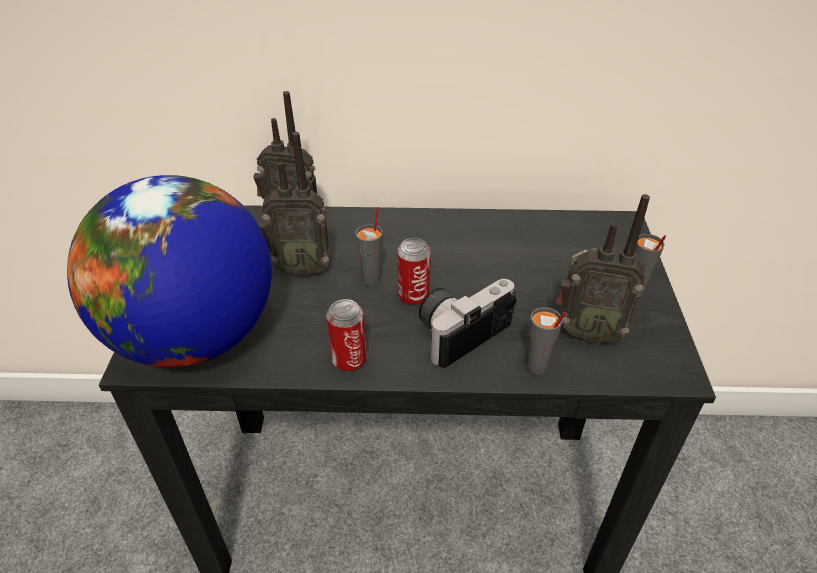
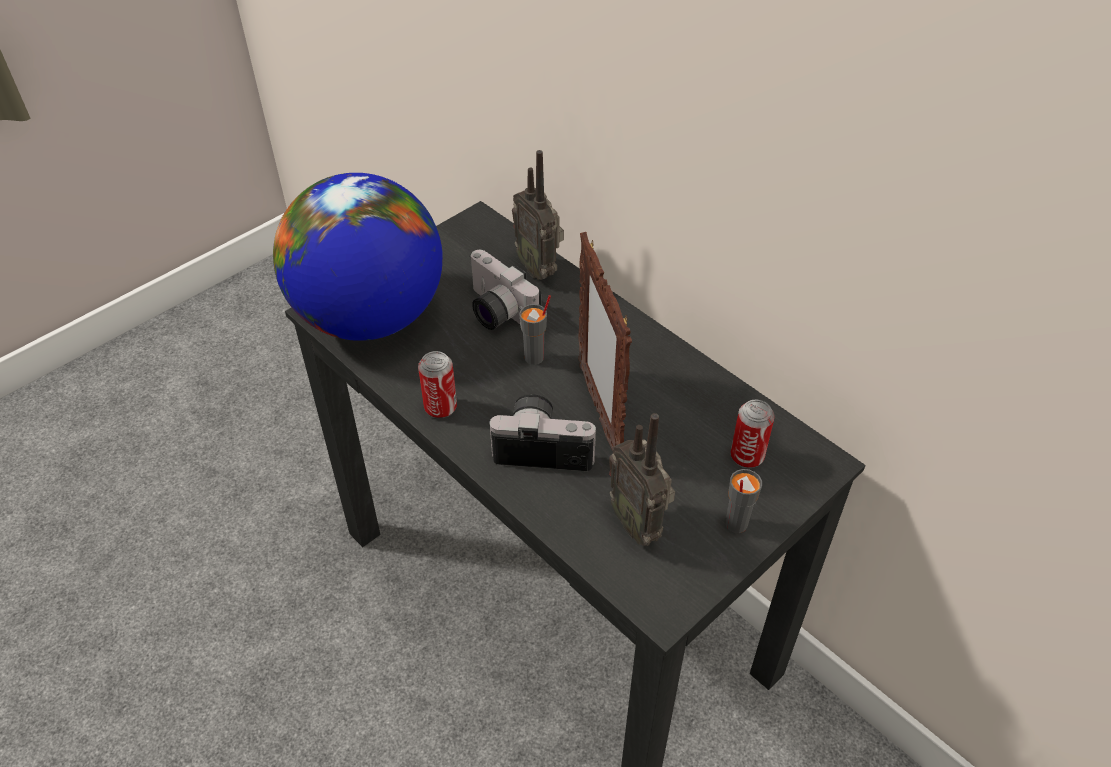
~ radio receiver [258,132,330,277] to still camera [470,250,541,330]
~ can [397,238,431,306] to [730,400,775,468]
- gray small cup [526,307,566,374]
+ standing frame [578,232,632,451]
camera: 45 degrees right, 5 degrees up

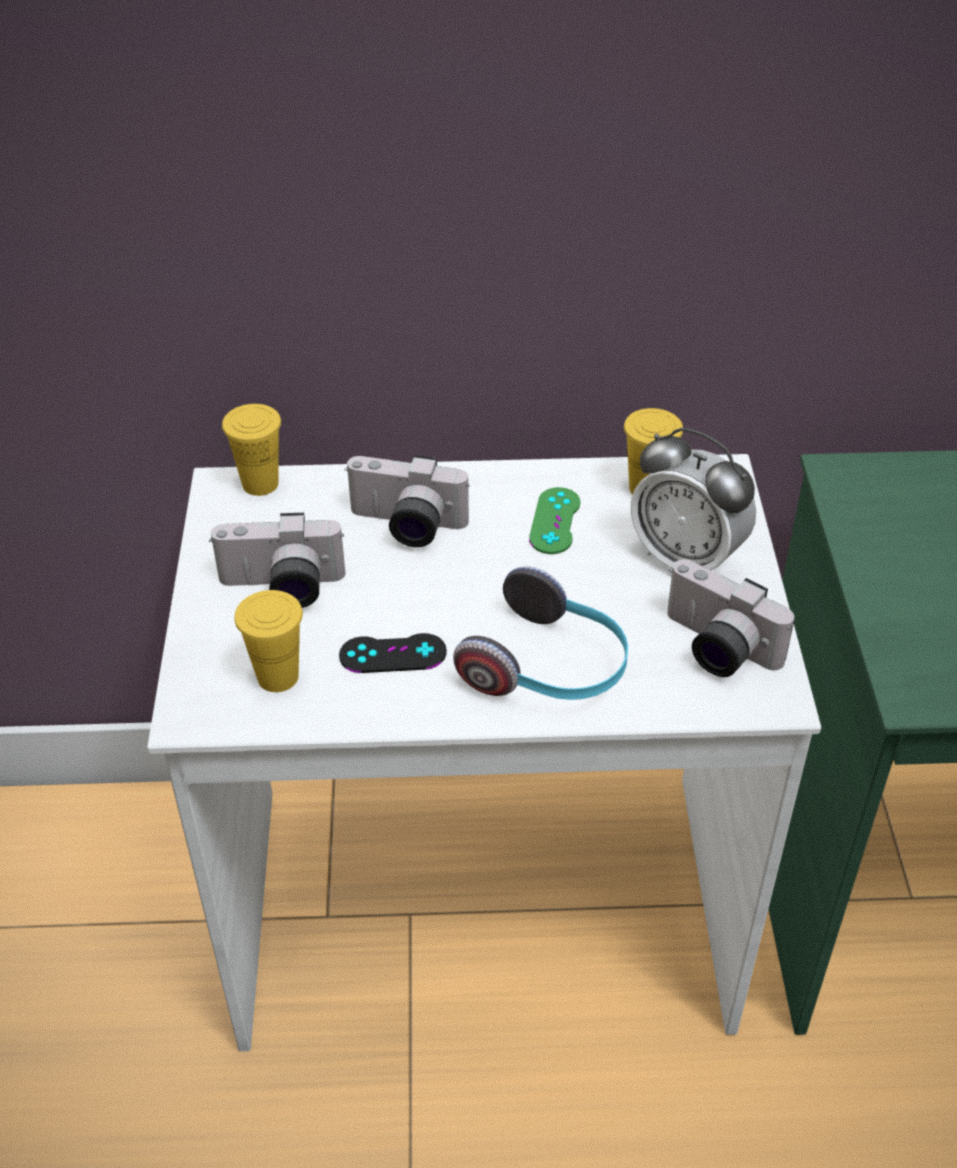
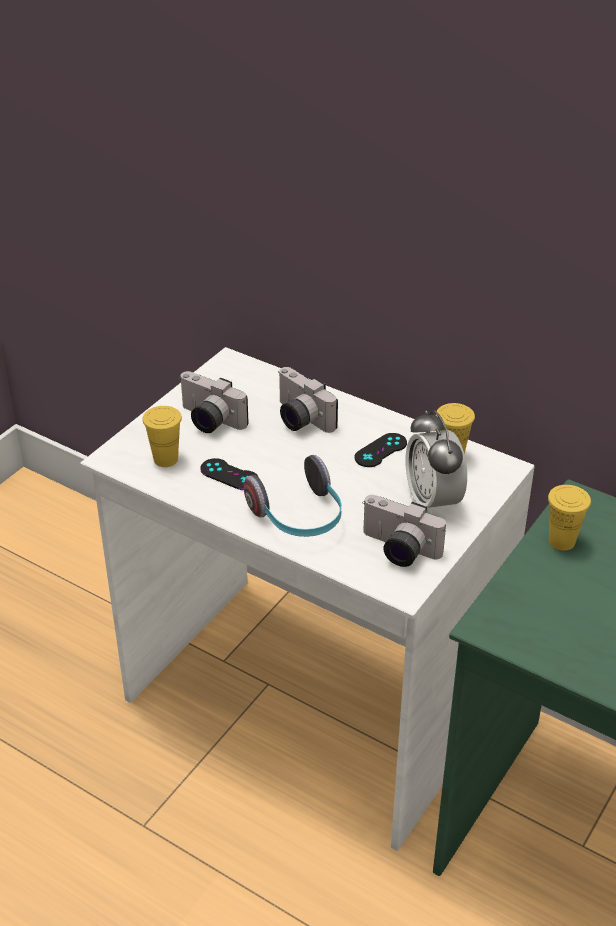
~ yellow-coloured small cup [222,404,281,496] to [548,485,591,551]
~ greenish joypad [529,487,580,554] to black-coloured joypad [354,433,407,467]
~ still camera [667,559,795,677] = [362,495,446,567] 45 degrees counterclockwise
camera: 35 degrees right, 5 degrees down

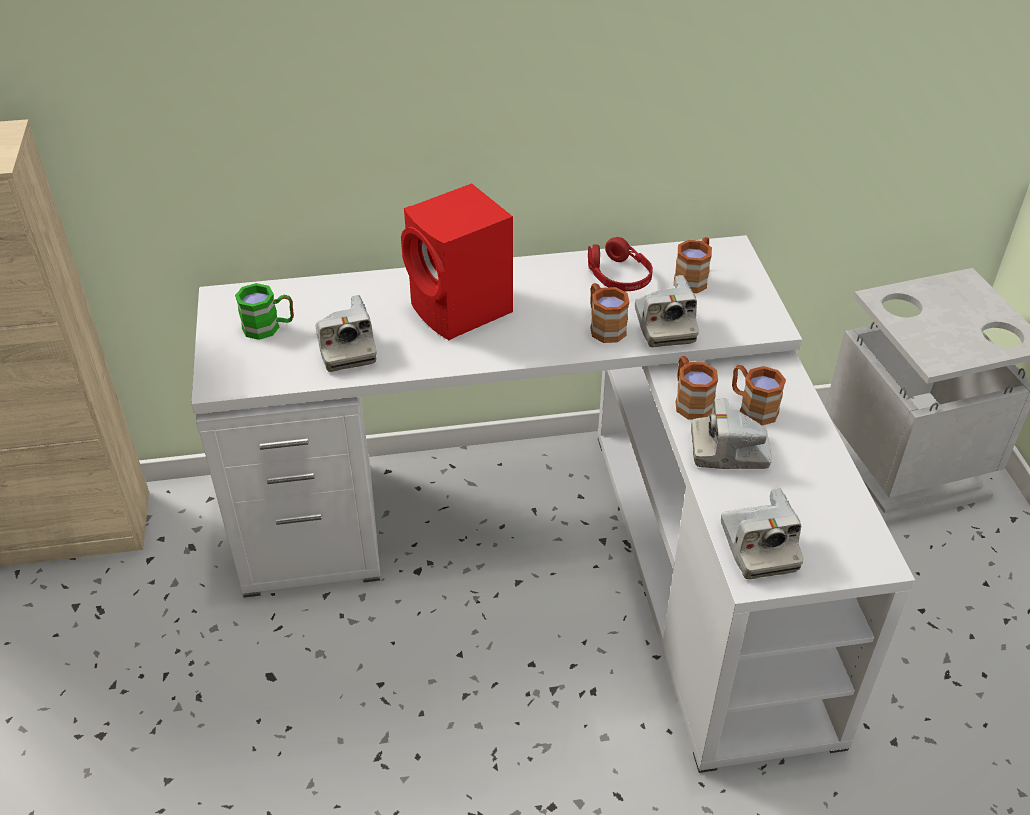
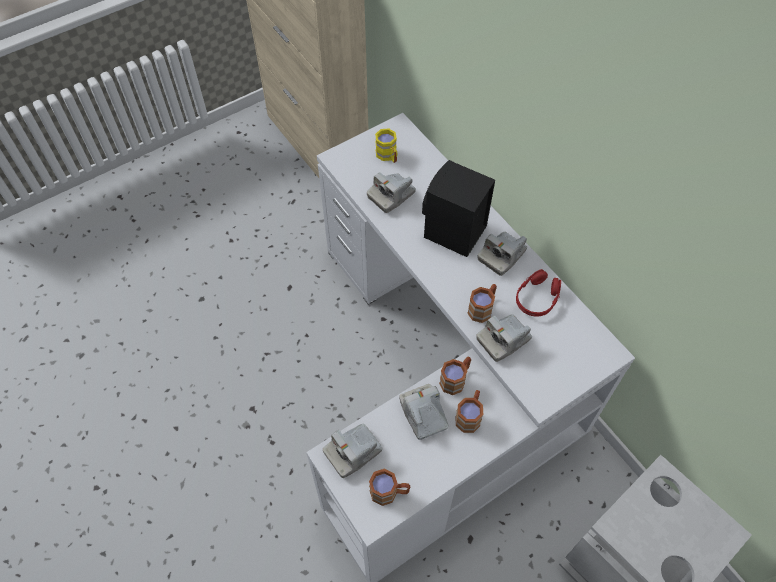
~ greenish tea mug [235,283,294,340] to yellow-coloured tea mug [375,128,397,163]
~ reddish speaker [401,183,513,340] to black-coloured speaker [422,160,495,257]
~ brown tea mug [674,237,712,293] to [369,468,410,506]
+ still camera [478,231,527,276]
camera: 65 degrees right, 15 degrees up

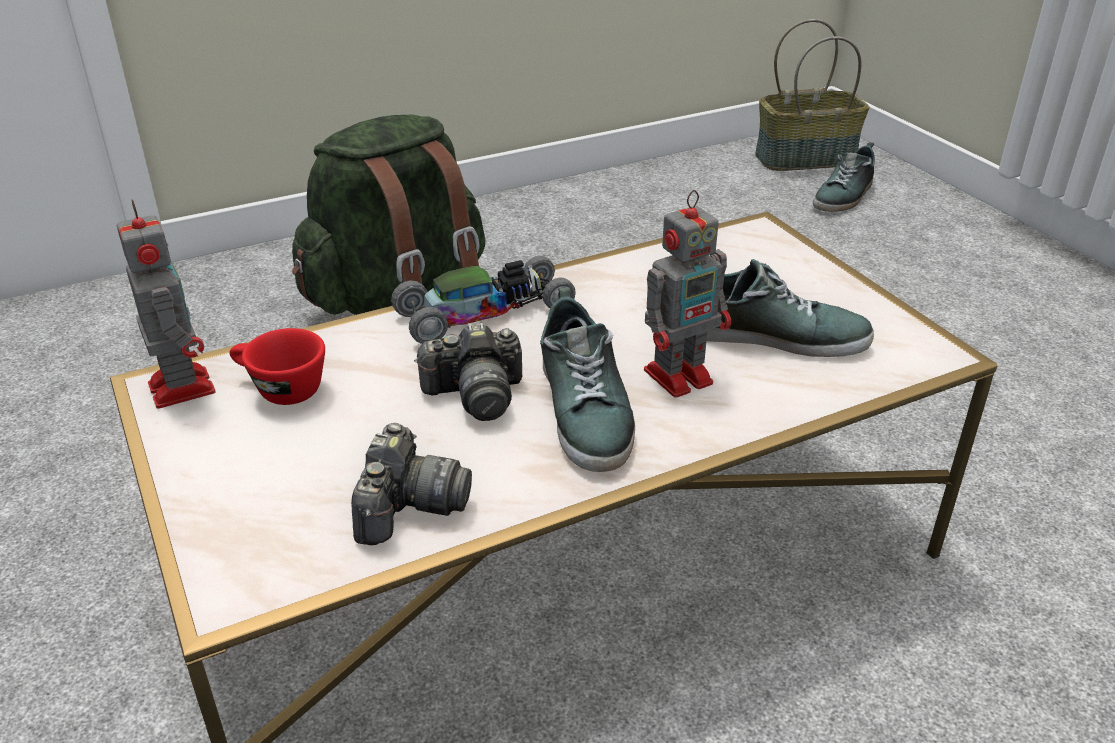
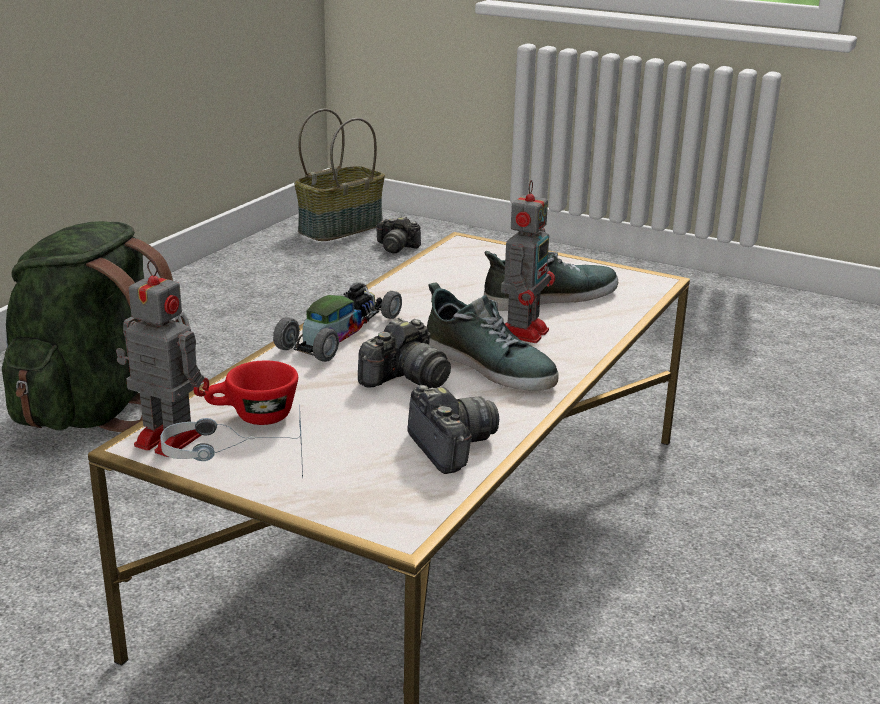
~ item of footwear [813,142,875,212] to still camera [376,216,421,253]
+ headset [160,405,303,478]
camera: 35 degrees left, 10 degrees down

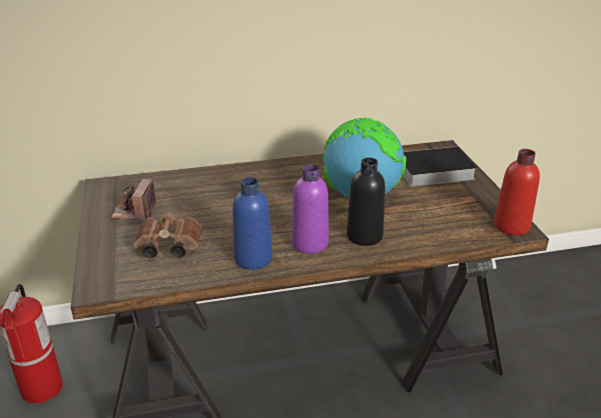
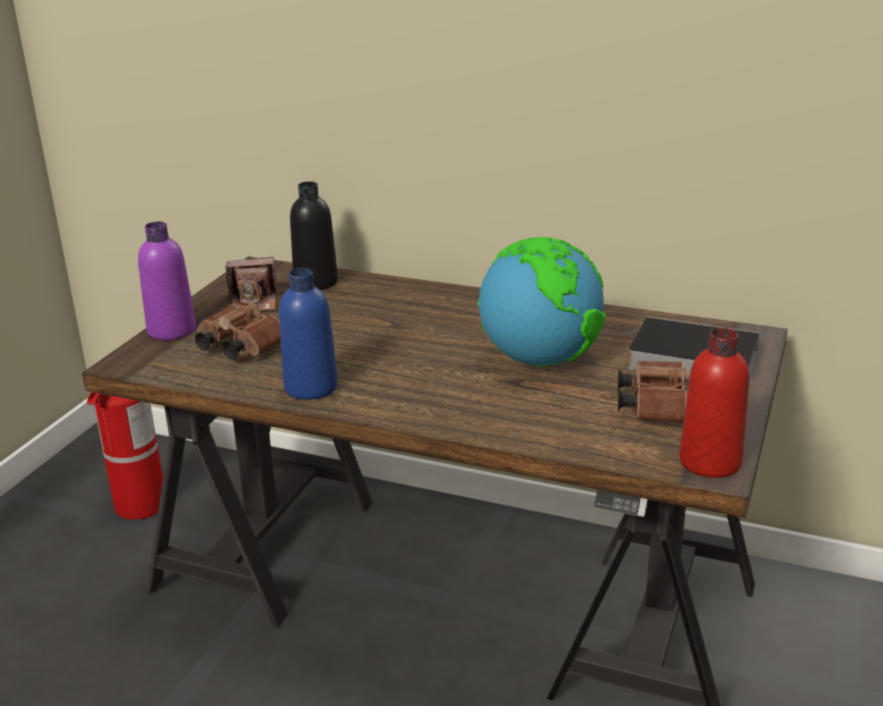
~ still camera [111,179,156,220] = [225,257,278,311] 135 degrees counterclockwise
~ purplish beverage bottle [292,164,329,254] to [138,222,196,340]
~ black-coloured beverage bottle [347,158,385,246] to [290,181,338,290]
+ brown binoculars [618,361,690,423]
camera: 35 degrees right, 5 degrees down

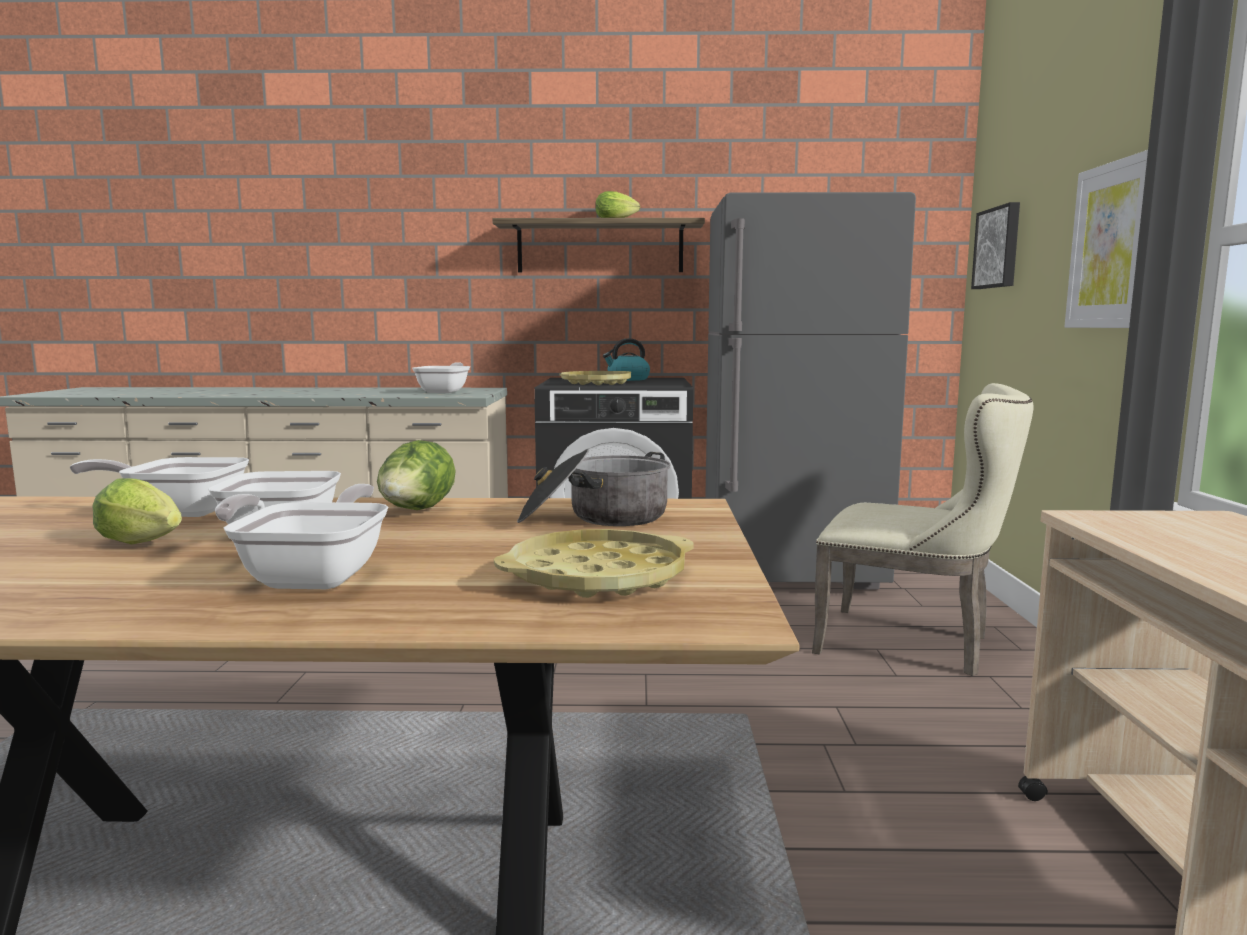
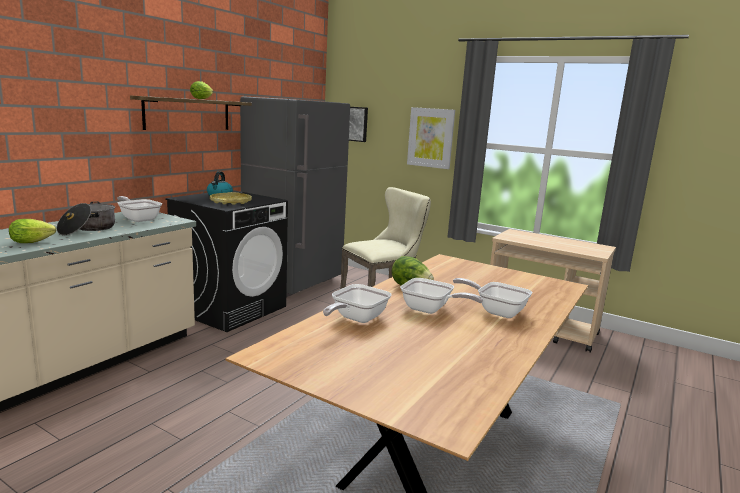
~ head of lettuce [92,478,182,544] to [9,219,56,243]
- yellow-coloured carrying tray [494,529,693,598]
~ stockpot [517,449,671,526] to [57,202,115,235]
camera: 60 degrees left, 5 degrees up

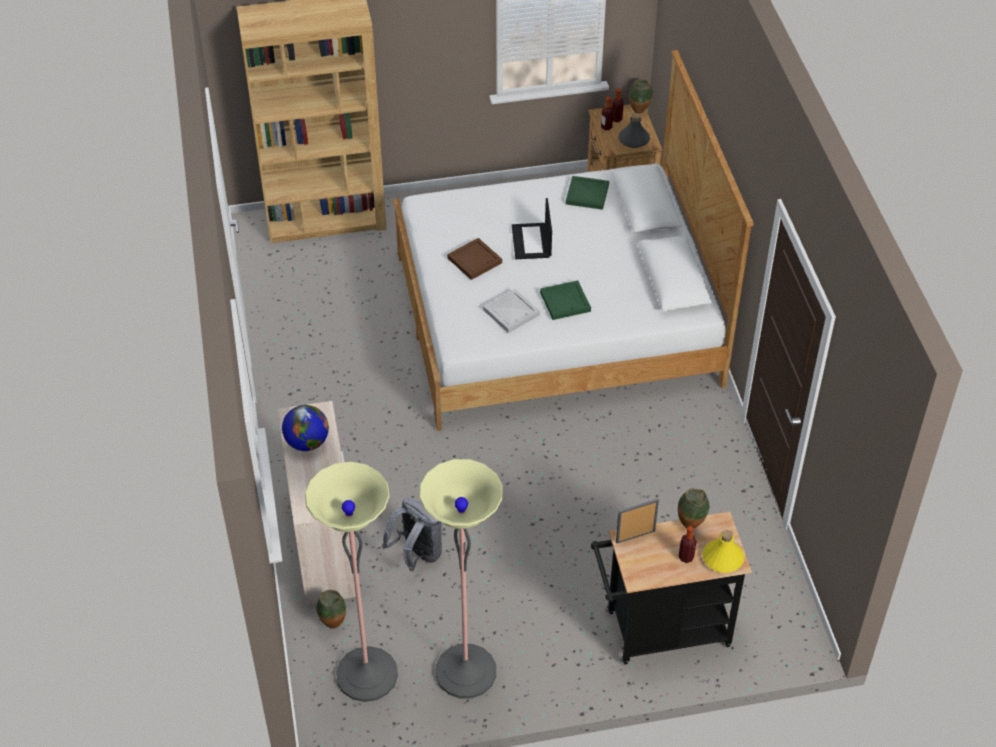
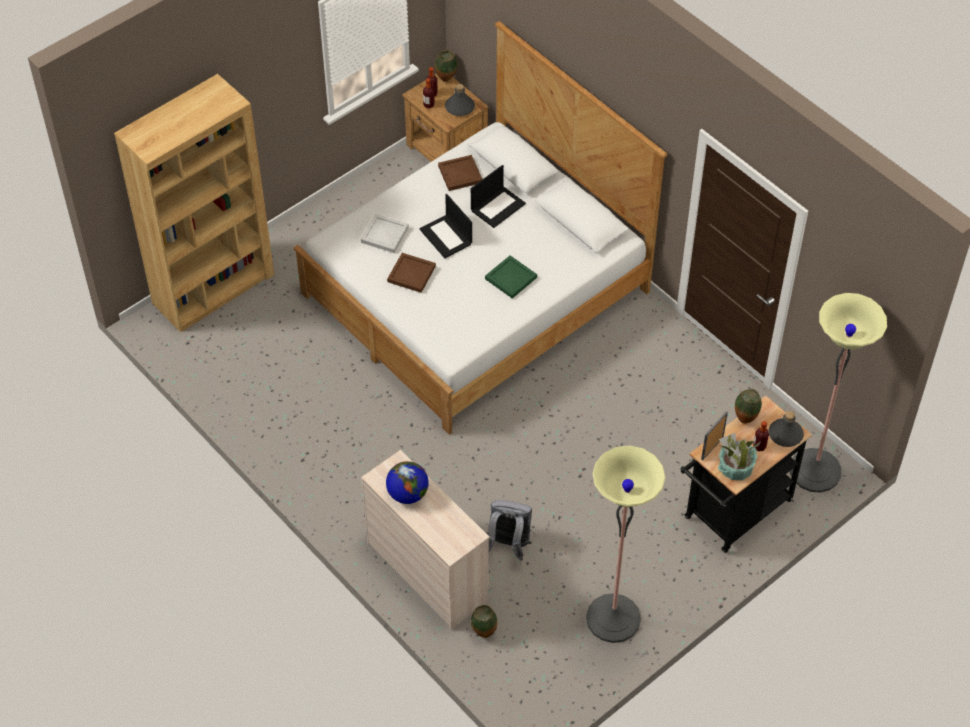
~ floor lamp [305,462,398,702] to [790,293,887,493]
~ white carrying tray [483,289,540,333] to [361,214,409,253]
~ greenish carrying tray [566,176,609,210] to brown carrying tray [438,155,482,191]
~ yellow-coloured beverage bottle [703,530,744,573] to gray beverage bottle [769,411,804,447]
+ notebook computer [471,165,526,228]
+ plant in a pot [718,433,760,480]
camera: 30 degrees left, 5 degrees up

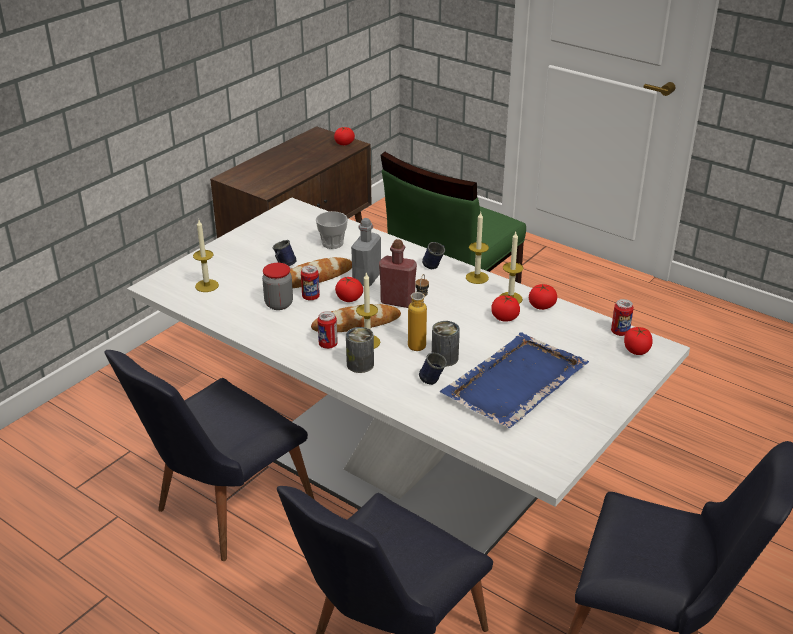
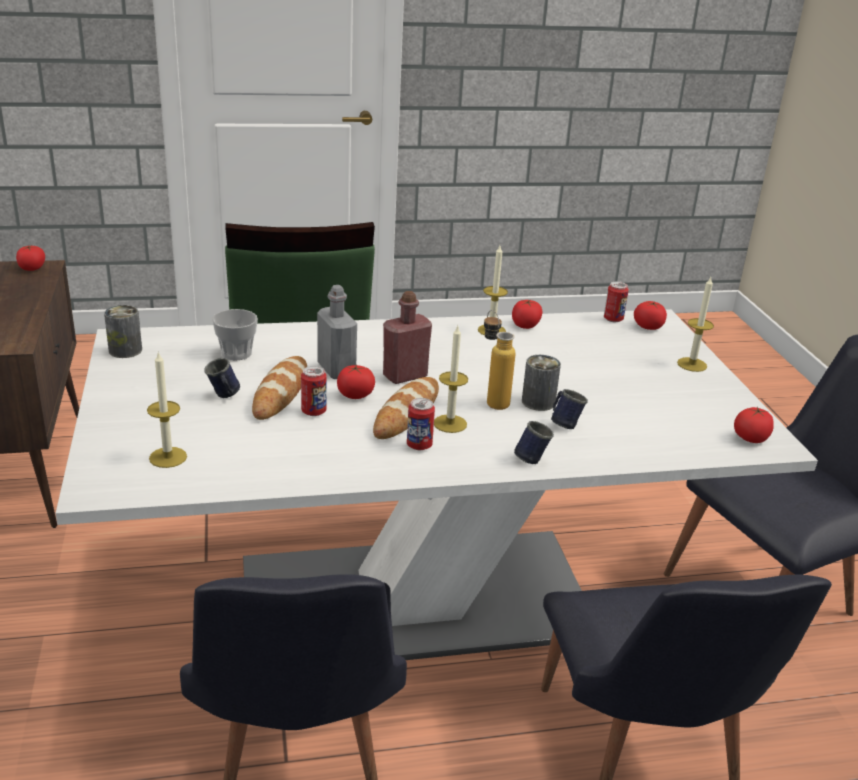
- storage jar [262,263,293,310]
~ can [346,327,374,373] to [104,305,142,358]
~ blue-coloured tea mug [422,242,445,269] to [514,421,554,464]
- blue-coloured carrying tray [440,333,589,428]
~ wax candle [466,212,489,284] to [677,277,714,372]
~ tomato [491,295,520,322] to [734,407,774,443]
camera: 50 degrees left, 5 degrees down

